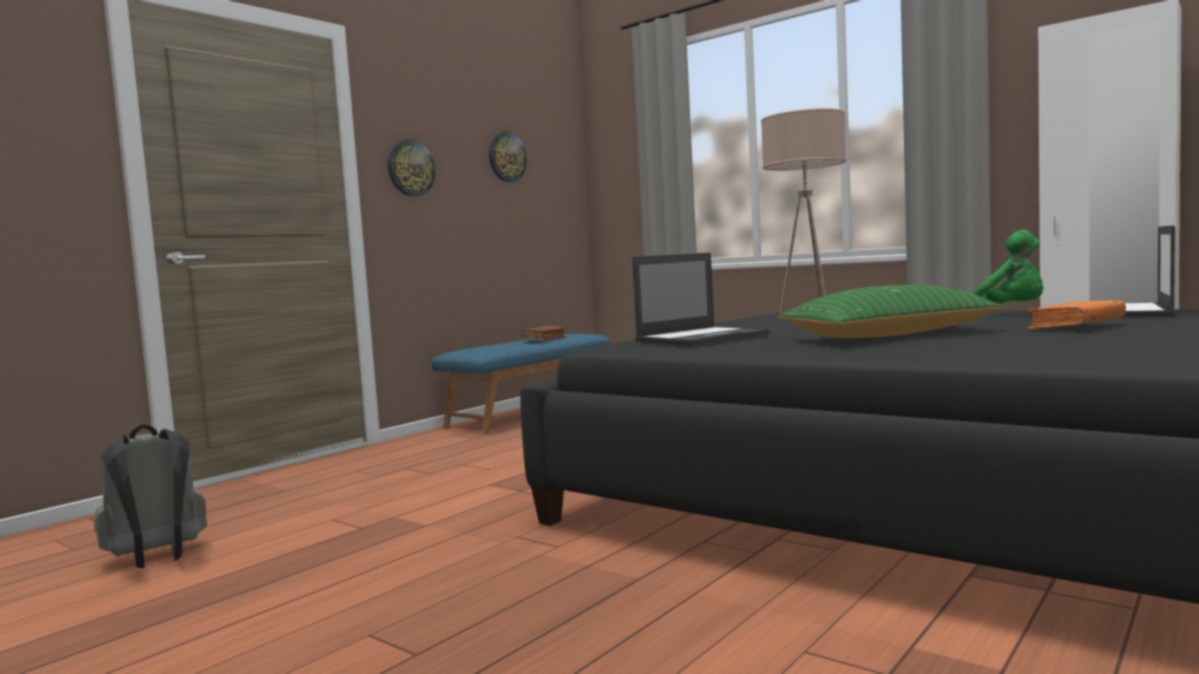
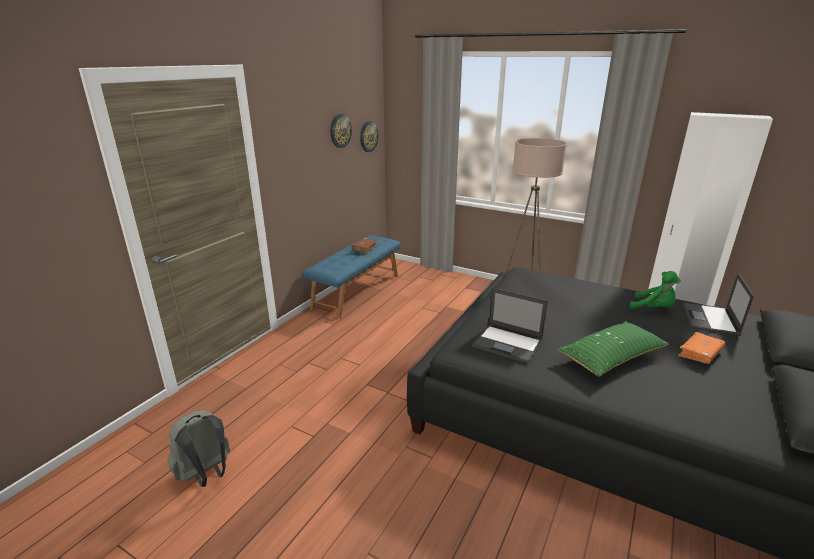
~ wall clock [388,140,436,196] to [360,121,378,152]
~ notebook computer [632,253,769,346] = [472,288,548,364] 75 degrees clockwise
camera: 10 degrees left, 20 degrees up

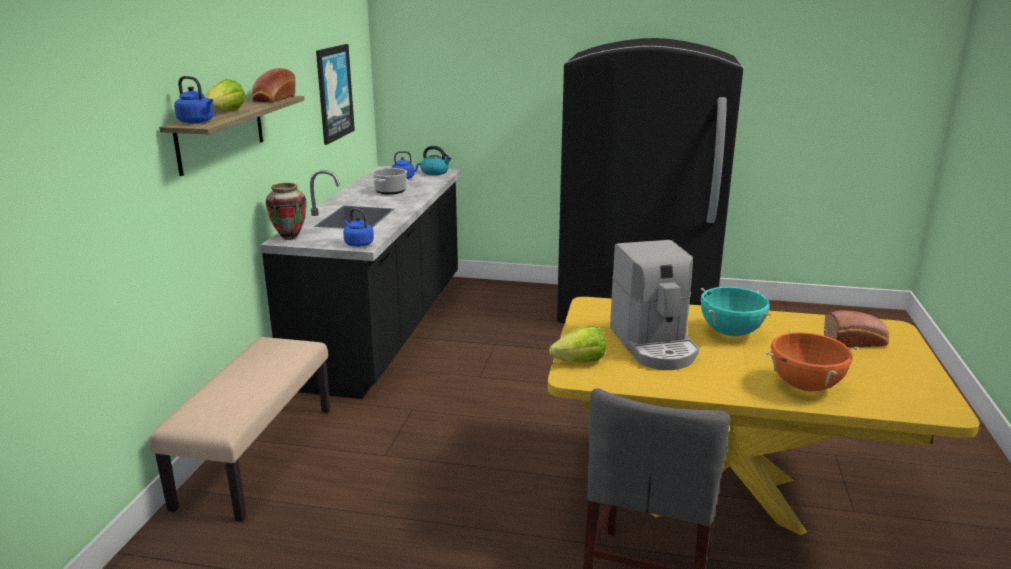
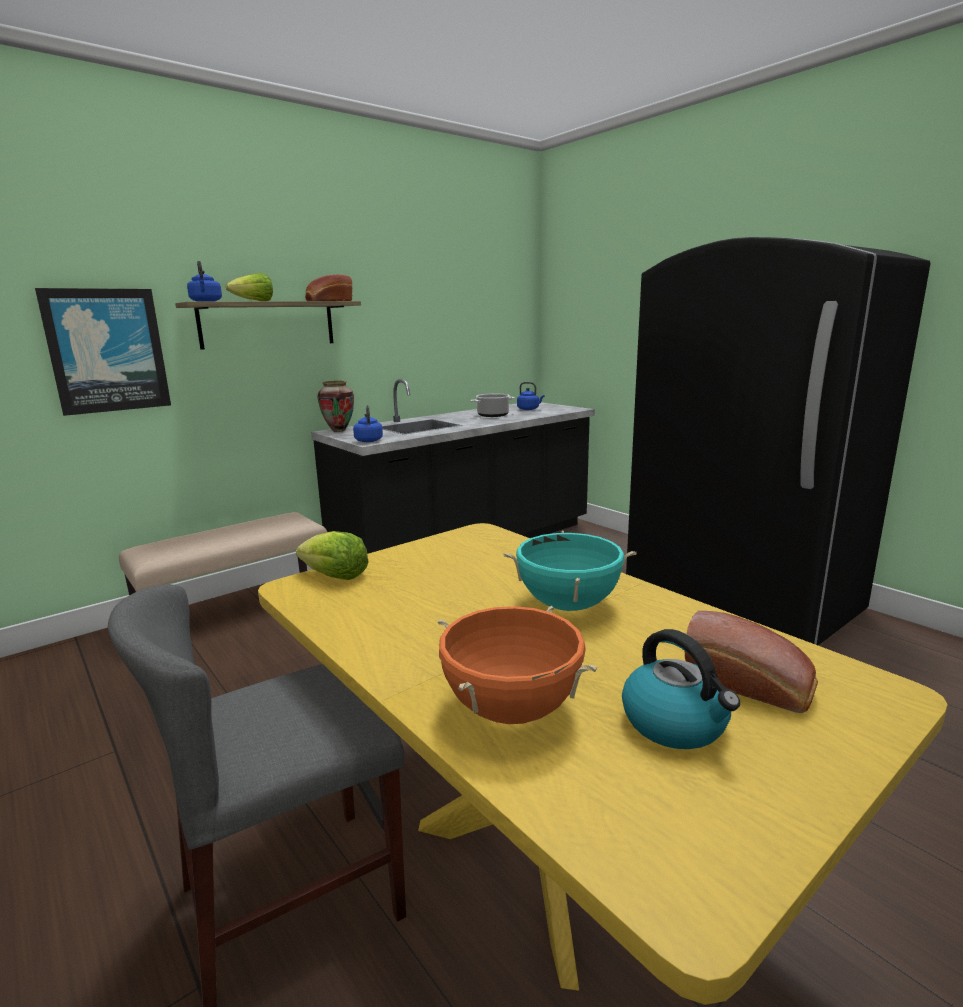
~ wall picture [316,44,355,145] to [35,288,171,416]
~ kettle [420,146,452,175] to [622,629,740,749]
- coffee brewer [610,240,699,370]
camera: 40 degrees right, 5 degrees down

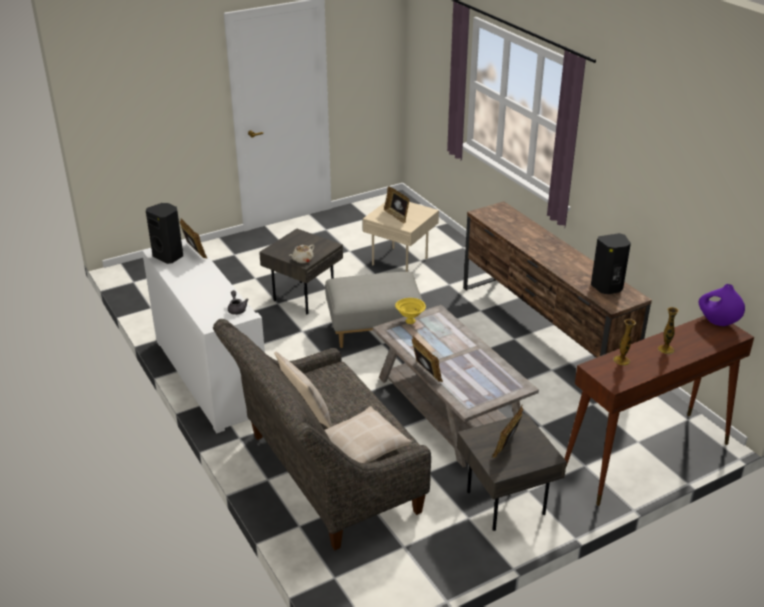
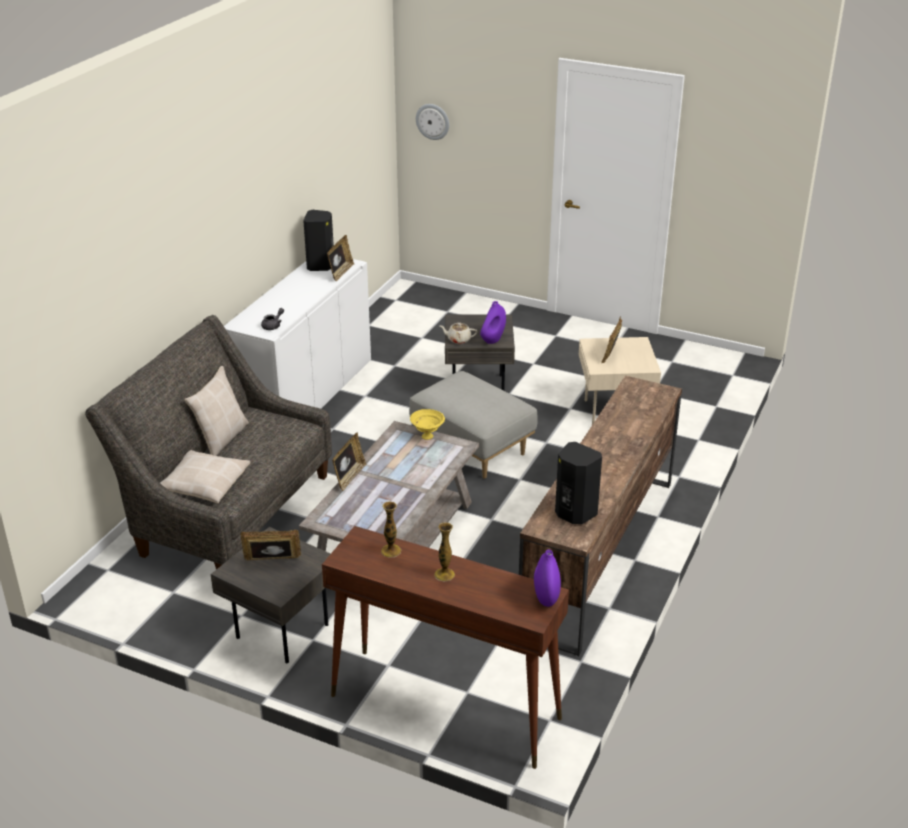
+ wall clock [416,104,449,140]
+ purplish vase [480,301,506,344]
camera: 55 degrees right, 0 degrees up

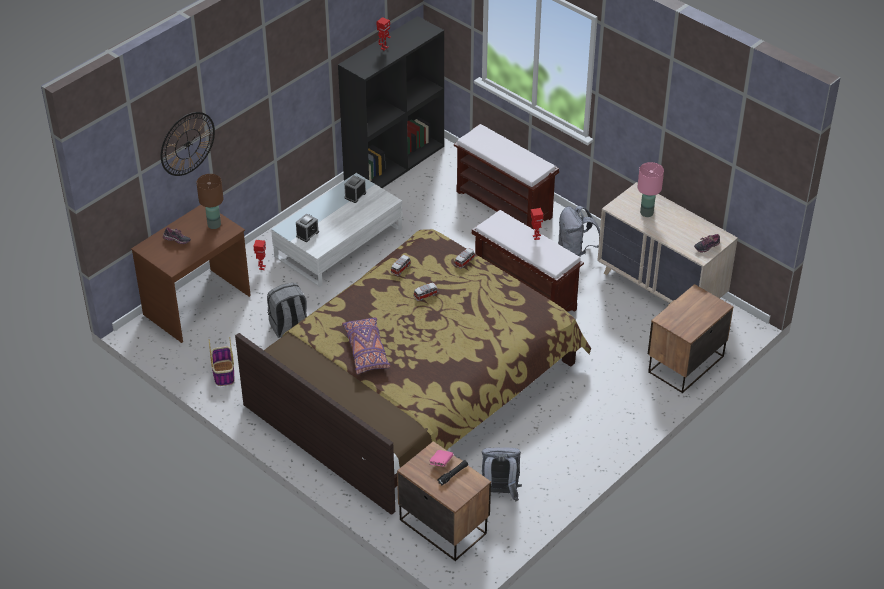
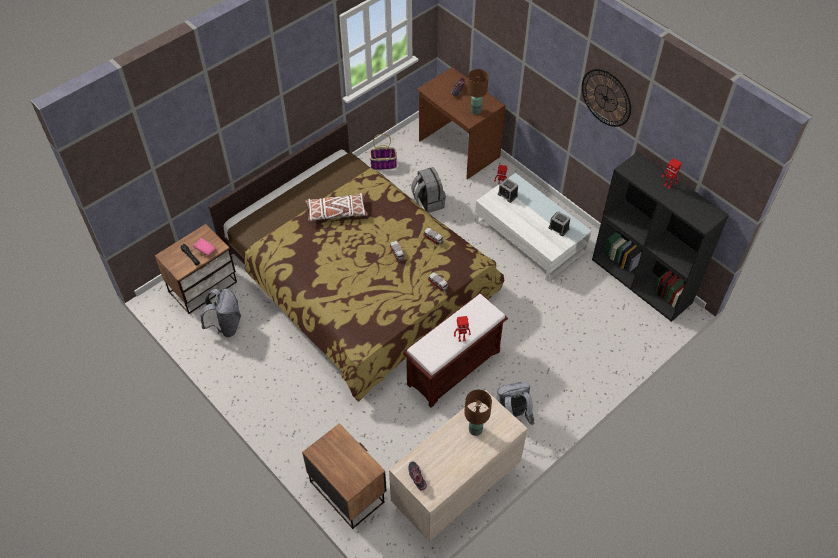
~ wall clock [161,112,215,176] to [582,69,631,127]
~ purplish pillow [342,317,390,374] to white pillow [305,193,368,221]
- brown long seat [454,124,559,230]
~ pink table lamp [638,162,664,217] to brown table lamp [464,390,492,436]
camera: 95 degrees right, 10 degrees up

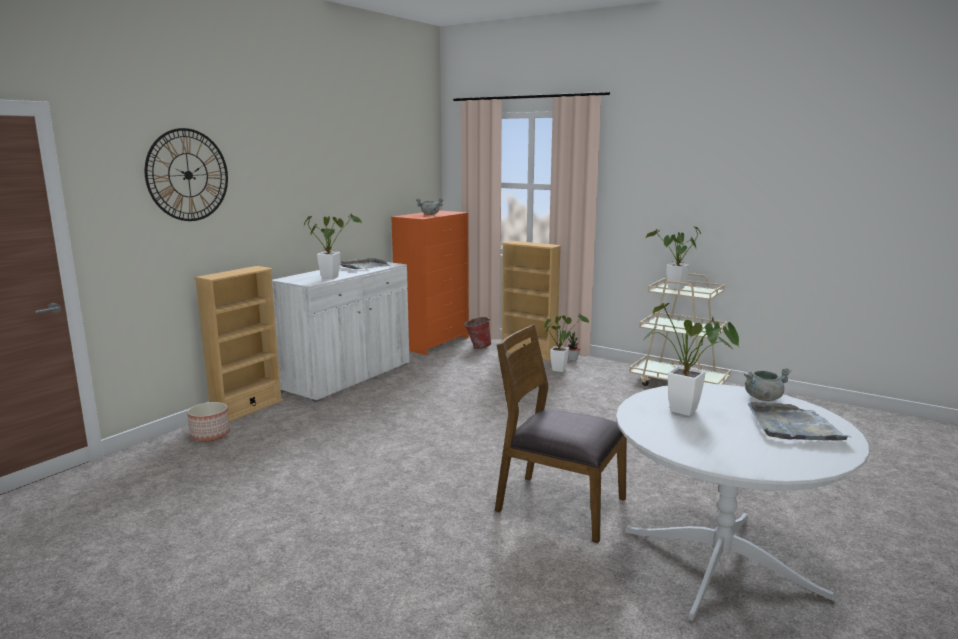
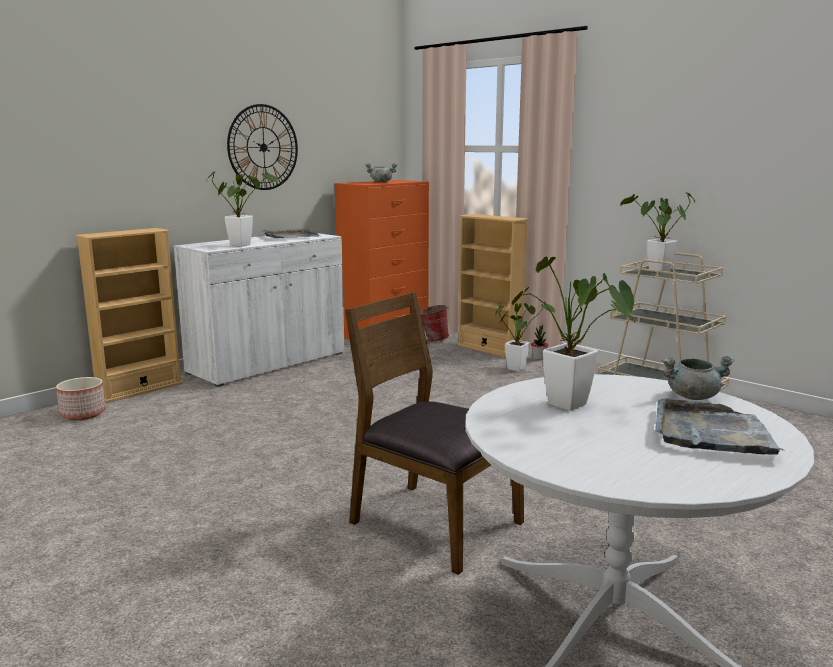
~ wall clock [145,128,228,221] to [227,104,298,190]
camera: 10 degrees right, 0 degrees up

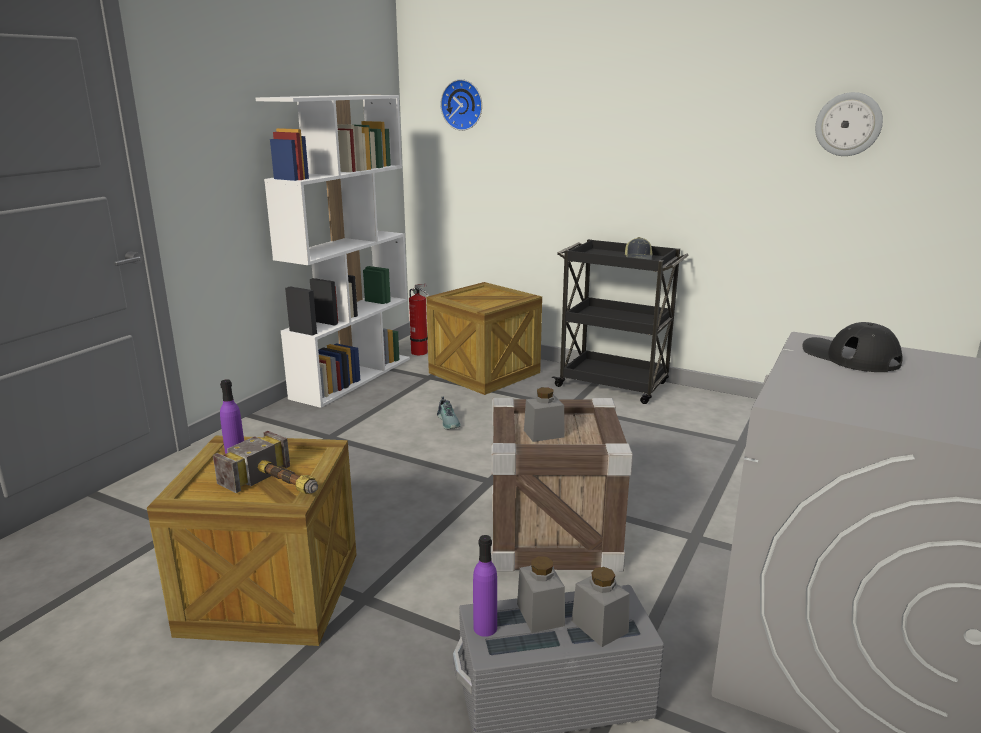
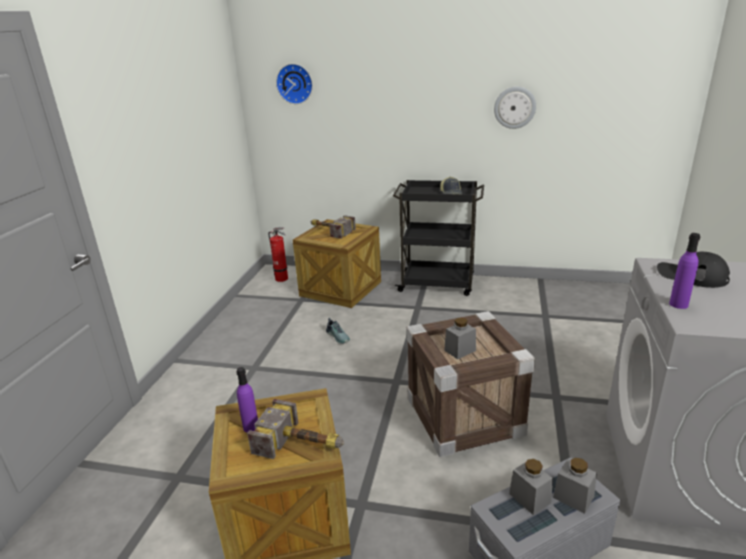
- white shelving unit [256,95,410,408]
~ purplish beverage bottle [473,535,497,637] to [669,233,700,309]
~ wall clock [815,92,883,156] to [494,87,536,129]
+ tool hammer [311,215,356,239]
camera: 15 degrees left, 5 degrees up

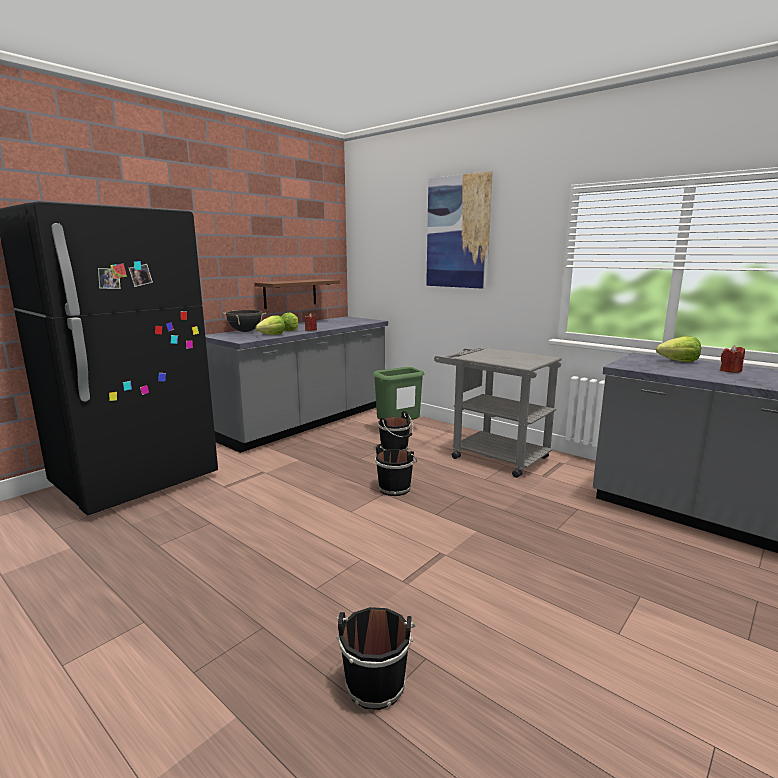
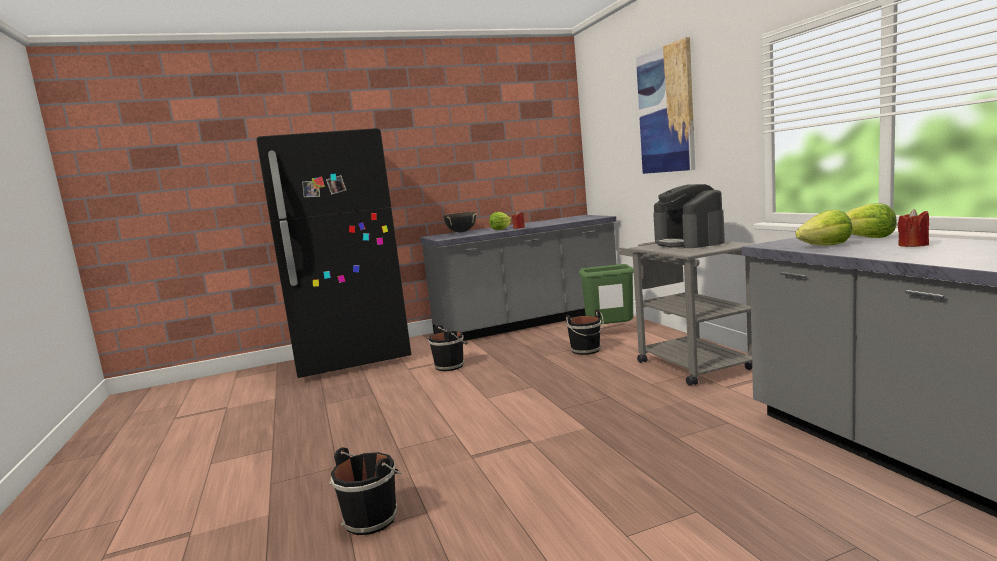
- brown wall shelf [254,279,340,309]
~ head of lettuce [256,315,285,335] to [795,210,853,246]
~ black-coloured water bucket [375,444,417,496] to [428,325,467,371]
+ coffee brewer [653,184,725,248]
camera: 30 degrees right, 5 degrees down

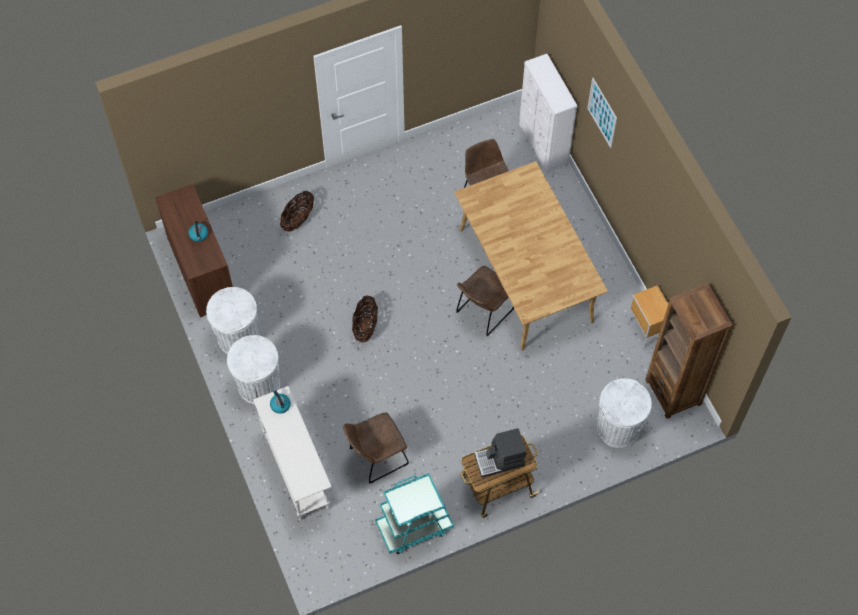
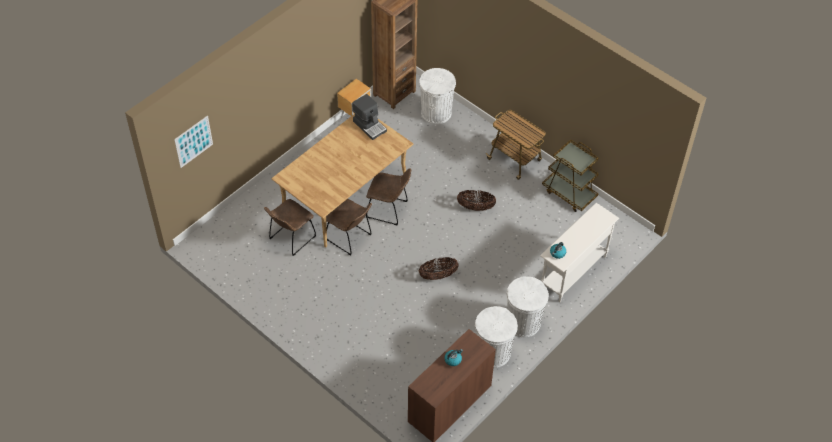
~ storage basket [280,191,314,231] to [457,190,496,211]
~ brown chair [343,412,409,484] to [326,199,372,256]
~ turquoise trolley [375,473,454,554] to brown trolley [542,139,599,212]
~ coffee brewer [474,428,526,478] to [352,94,387,140]
- white drawer chest [519,54,578,174]
~ wall picture [587,78,617,148] to [174,115,213,168]
camera: 115 degrees left, 10 degrees down

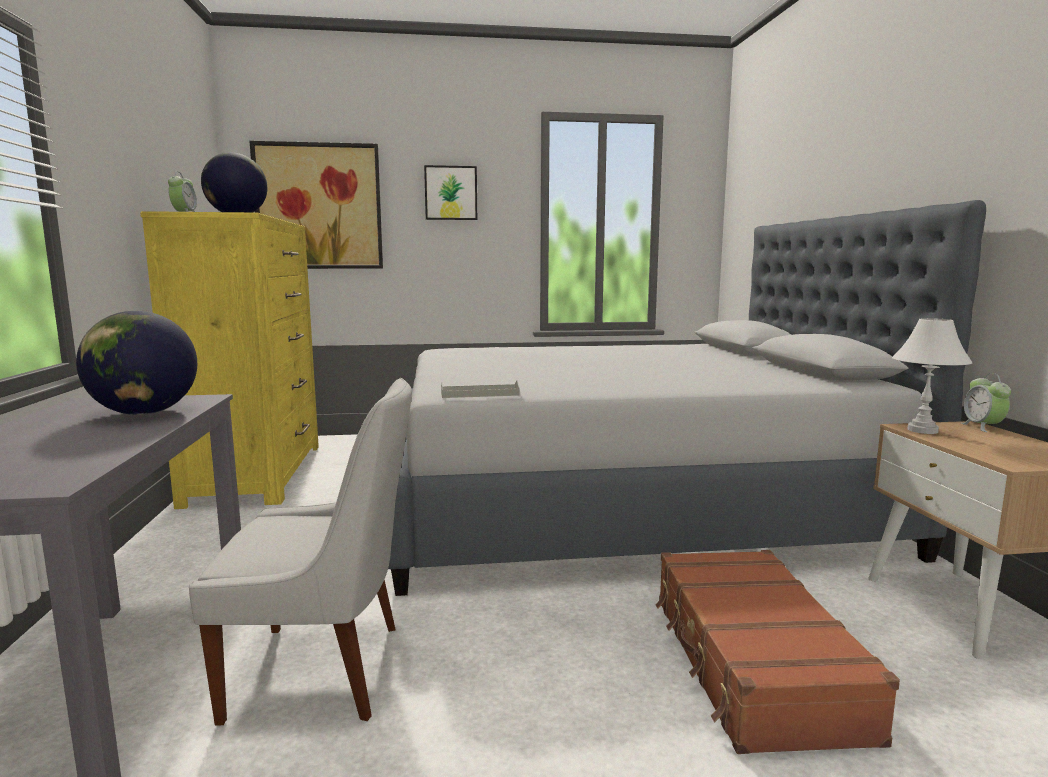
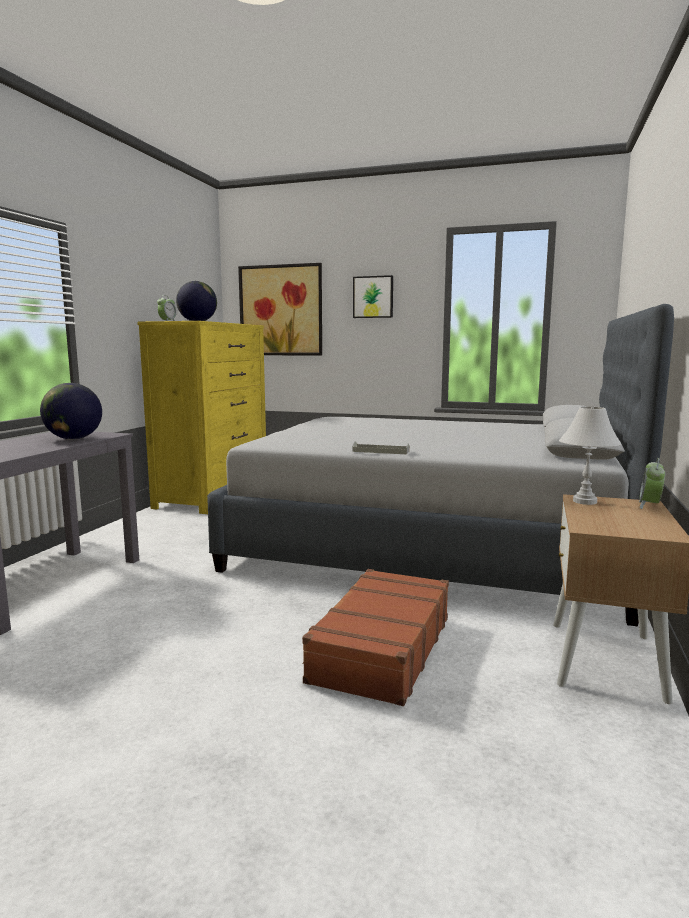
- white chair [189,378,412,726]
~ gray carrying tray [441,381,519,398] to [352,441,410,454]
camera: 25 degrees right, 0 degrees up

